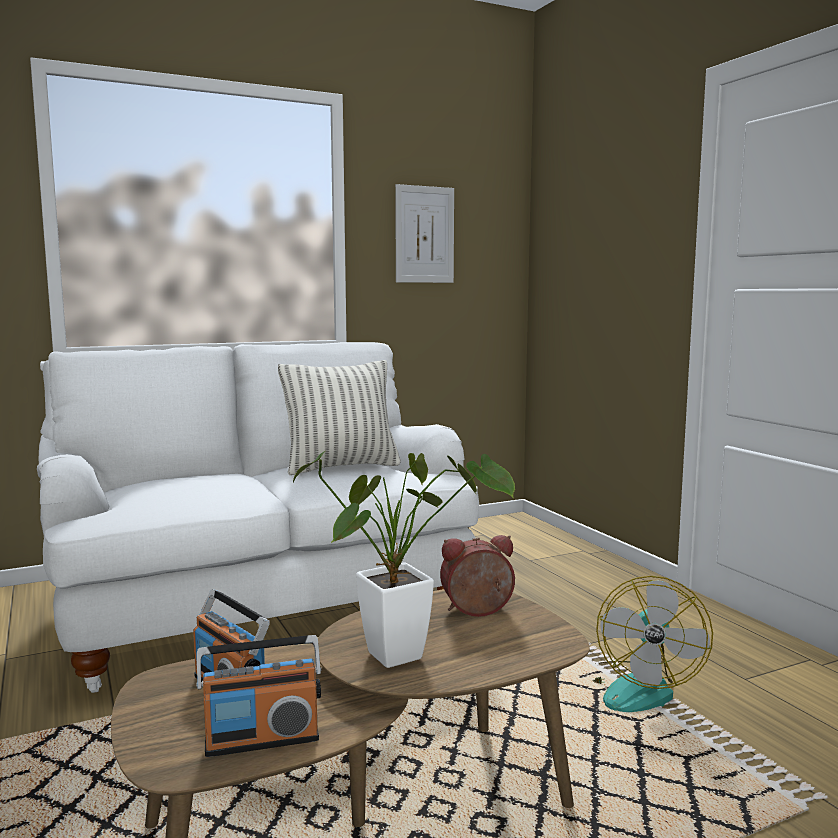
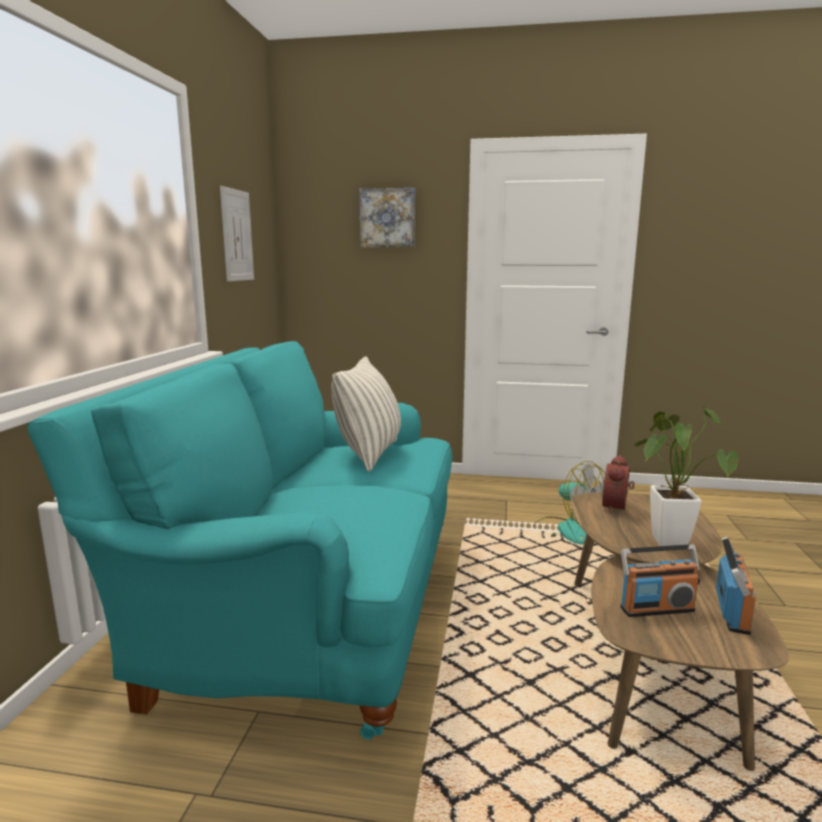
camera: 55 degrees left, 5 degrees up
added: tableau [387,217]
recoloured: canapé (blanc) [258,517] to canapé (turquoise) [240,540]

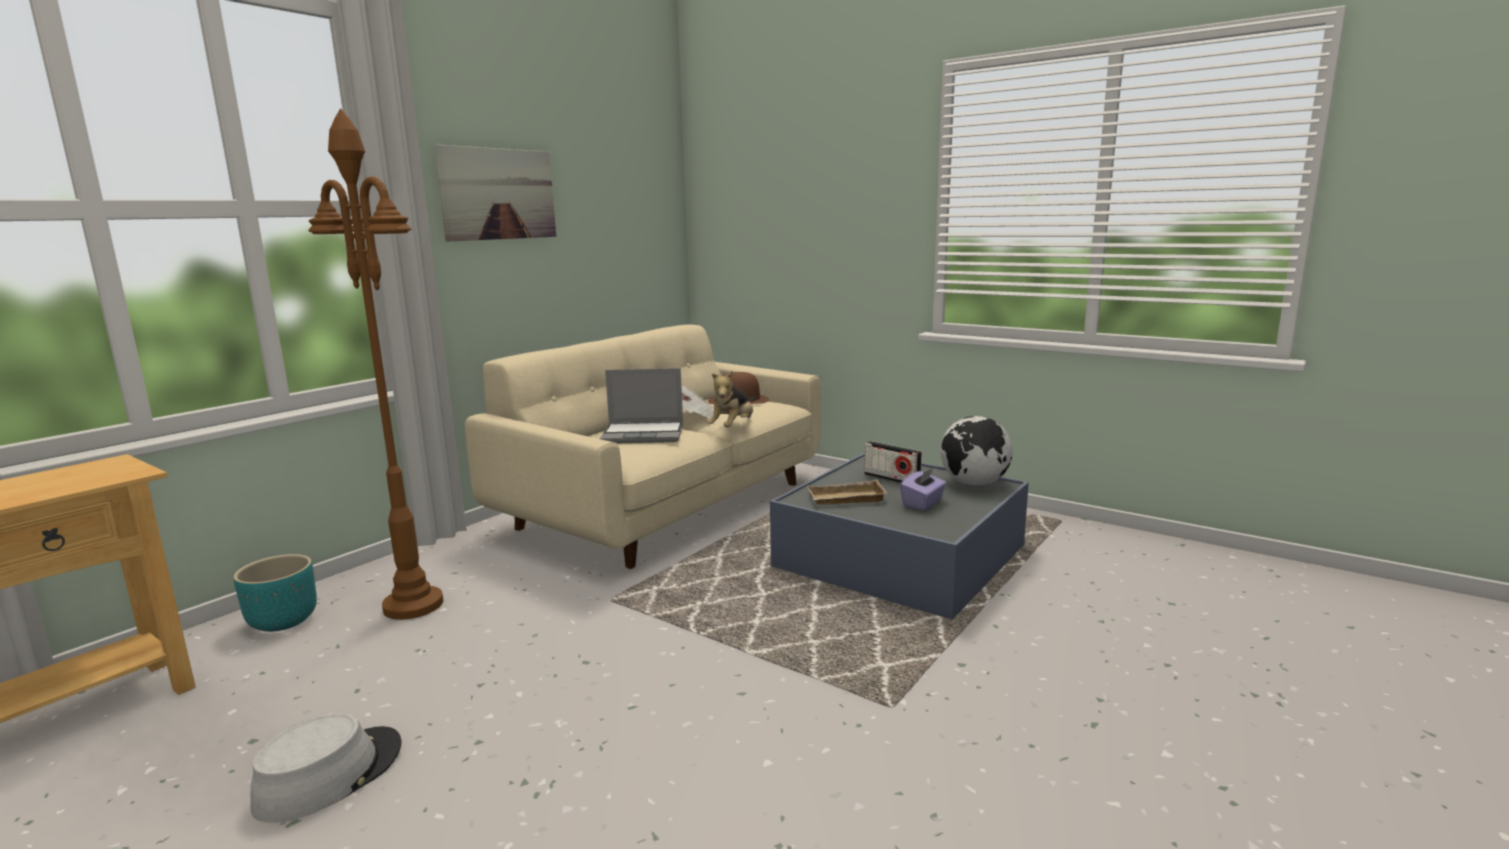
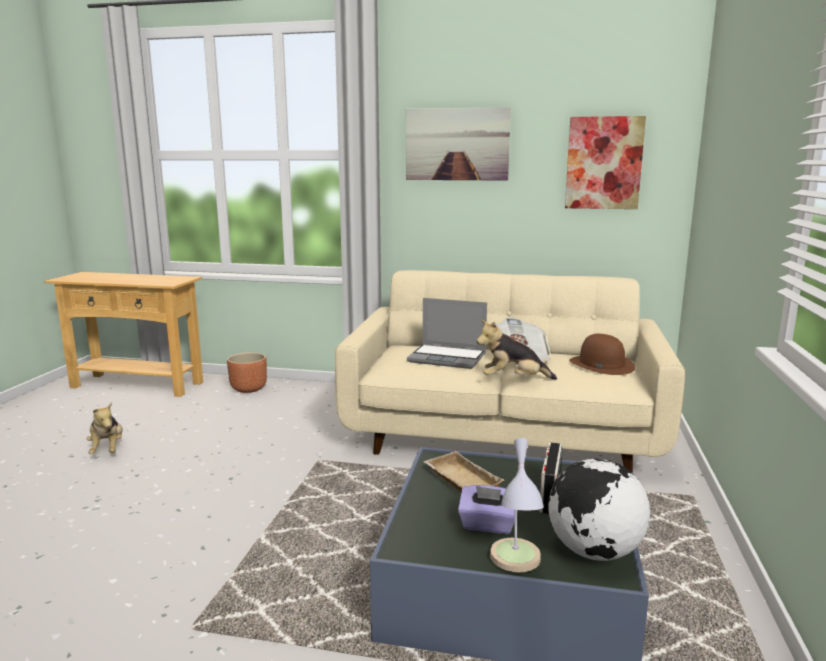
camera: 65 degrees right, 0 degrees up
removed: lampadaire (marron) [375,364]
added: lampe de table [517,505]; tableau [605,162]
replaced: chapeau (gris) [326,768] to peluche [105,428]
recoloured: cache-pot (turquoise) [275,593] to cache-pot (marron) [247,372]
turned: ordinateur portable [641,405] = [447,333] 45 degrees counterclockwise

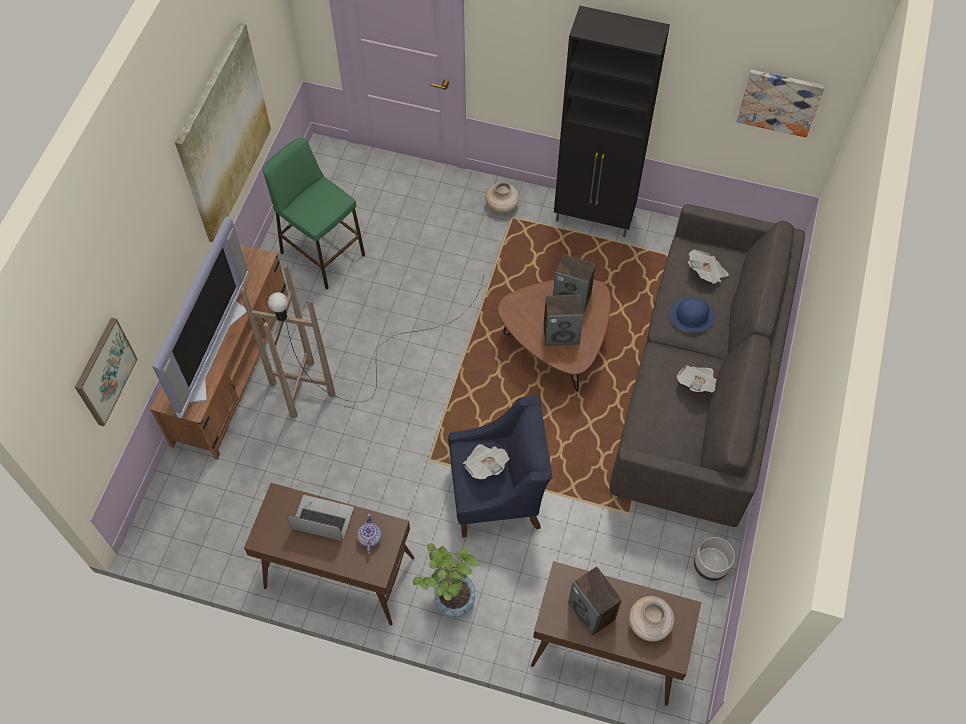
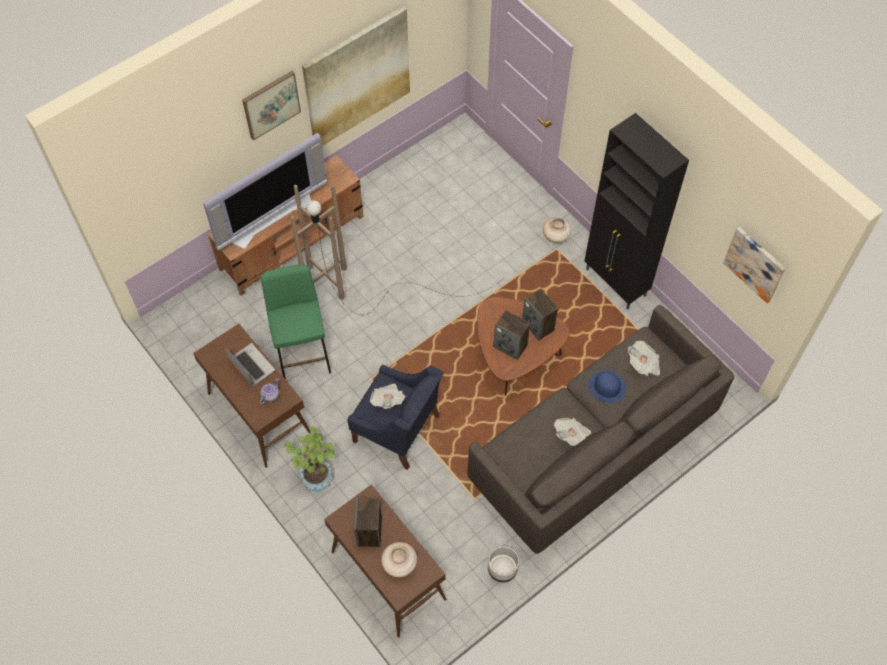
camera: 35 degrees right, 0 degrees up
moved: tableau [106,371] to [271,106]; tabouret (vert) [314,213] to [296,322]

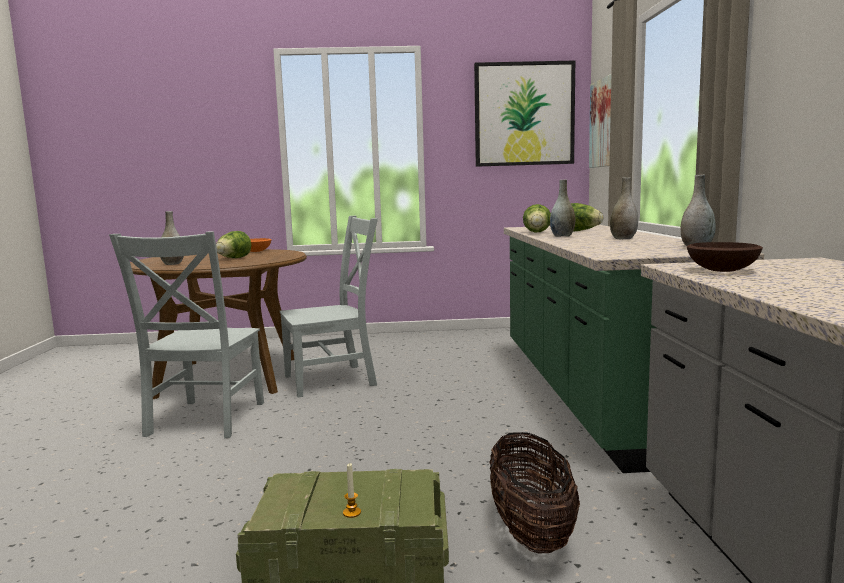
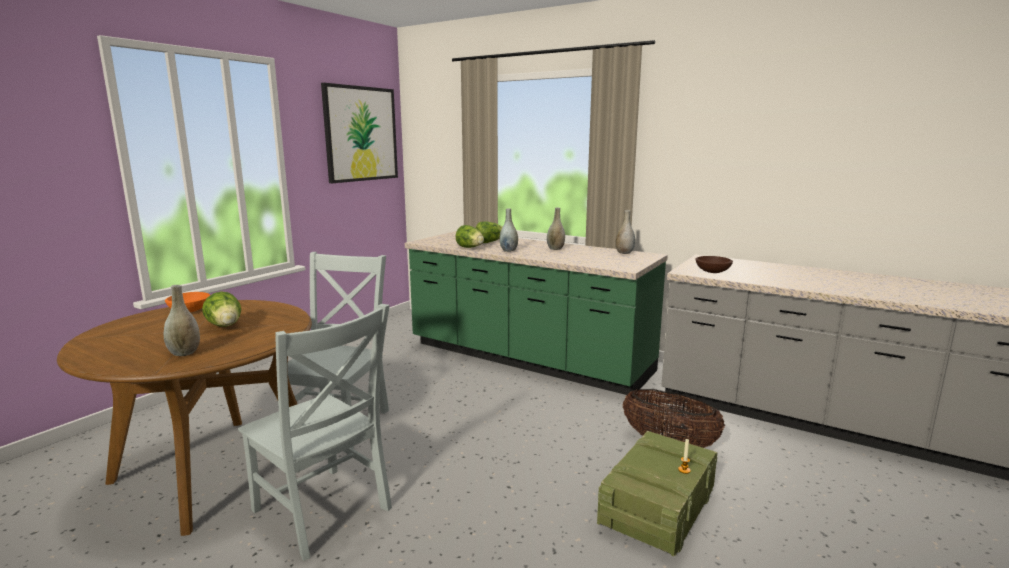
camera: 55 degrees left, 5 degrees up
removed: tableau [600,121]

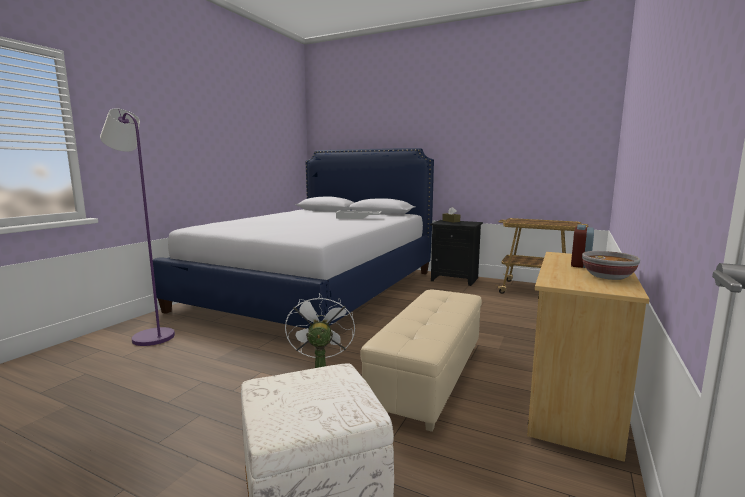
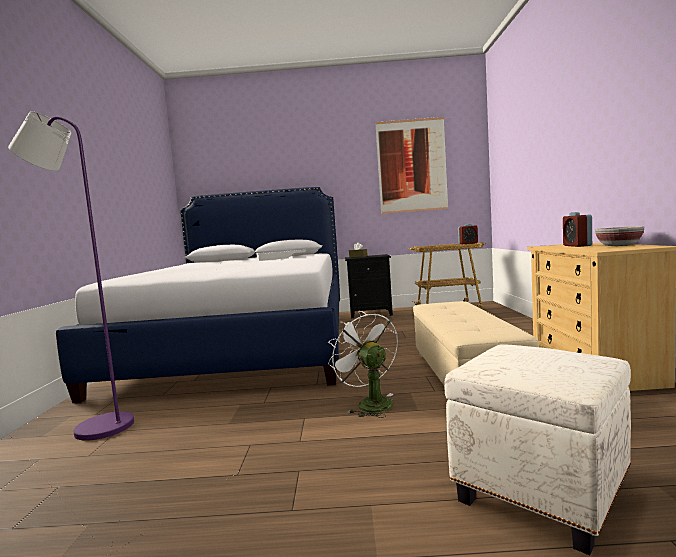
camera: 25 degrees left, 5 degrees down
added: tableau [411,165]; réveil [468,234]

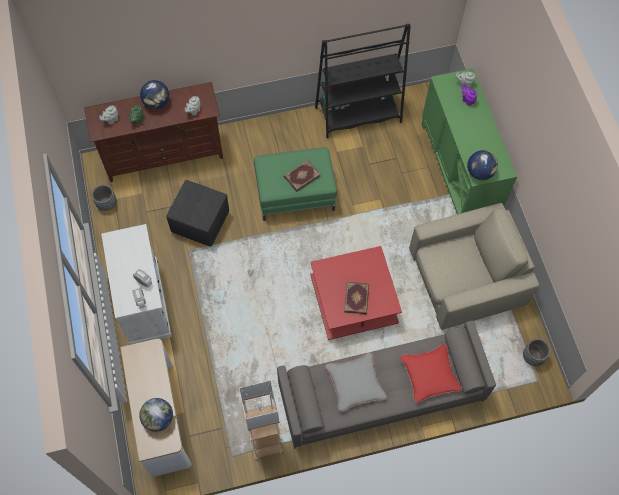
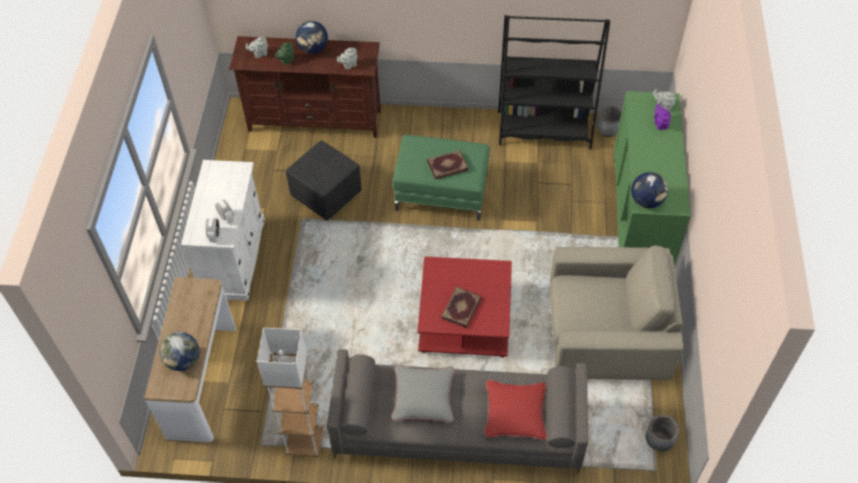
camera: 20 degrees right, 10 degrees down
moved: cache-pot (gris) [104,197] to [609,121]

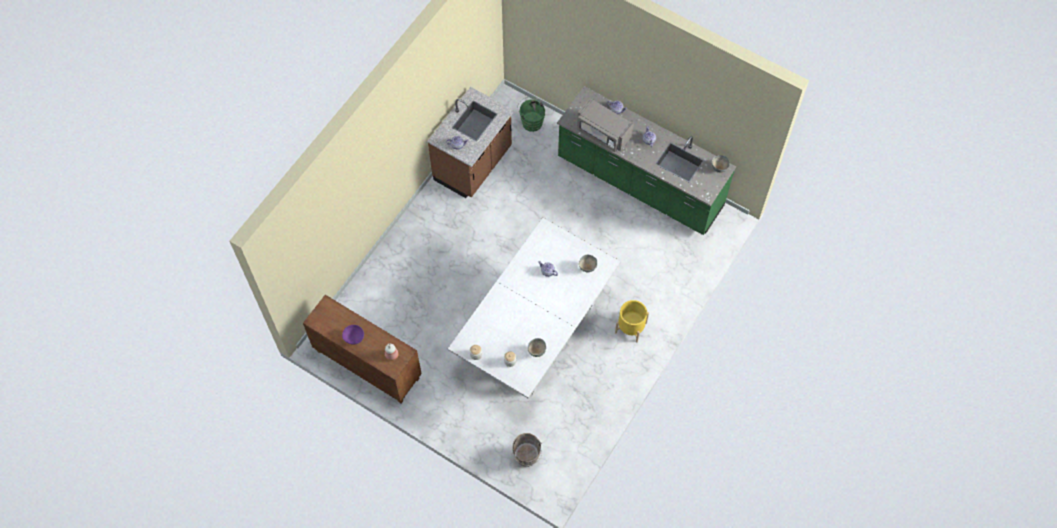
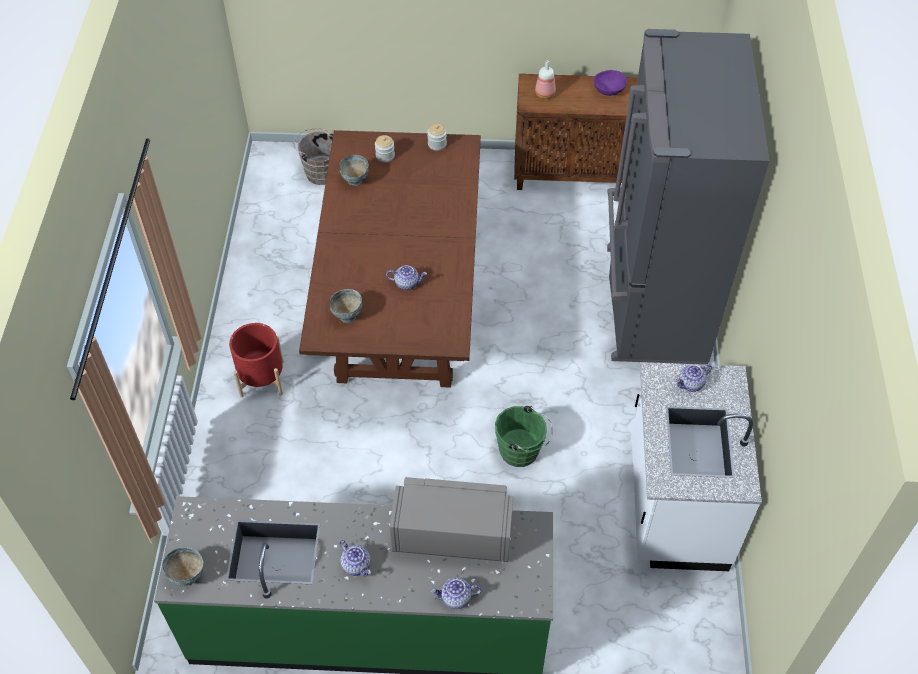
camera: 150 degrees right, 10 degrees down
added: réfrigérateur (gris) [688,197]
moved: seau (vert) [531,114] to [524,436]
recoloured: comptoir de cuisine (marron) [470,142] to comptoir de cuisine (blanc) [697,466]; table à manger (blanc) [534,308] to table à manger (marron) [390,259]; cache-pot (jaune) [632,321] to cache-pot (rouge) [256,360]

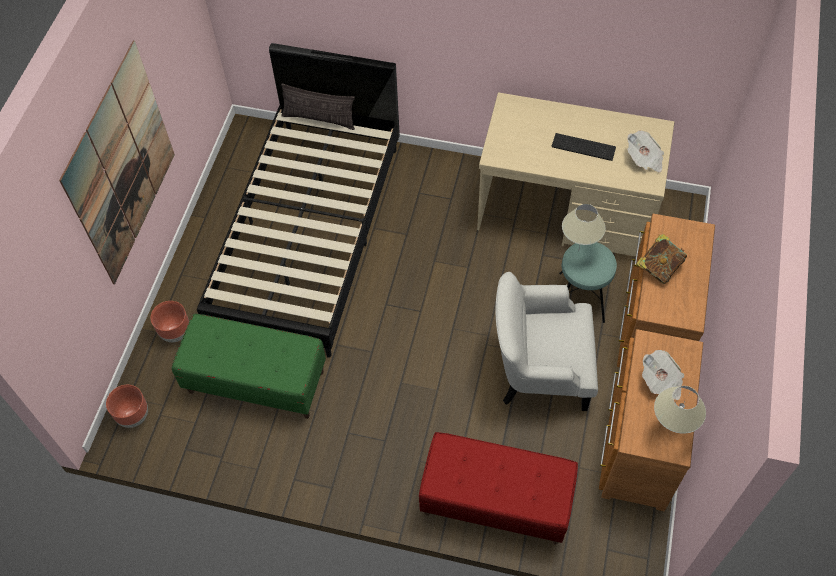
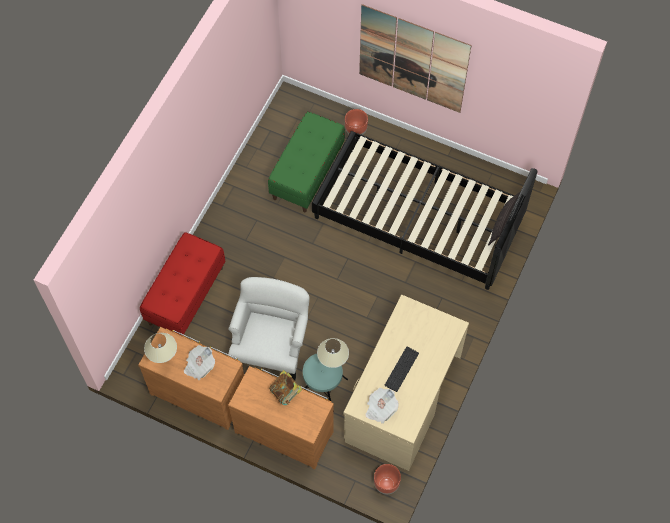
camera: 100 degrees right, 5 degrees up
moved: cache-pot (marron) [127,406] to [387,479]

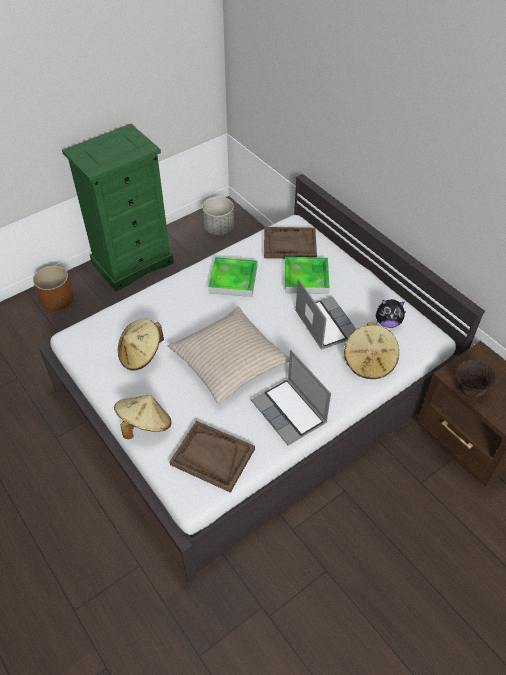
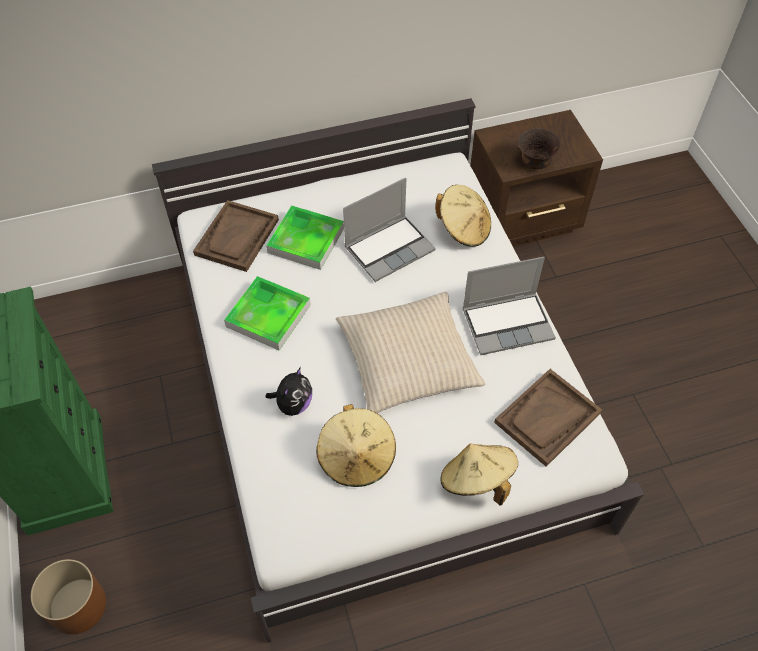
camera: 70 degrees left, 5 degrees up
removed: cache-pot (gris) [218,215]
moved: peluche [391,313] to [288,391]
turned: ordinateur portable [325,314] = [389,230] 150 degrees clockwise

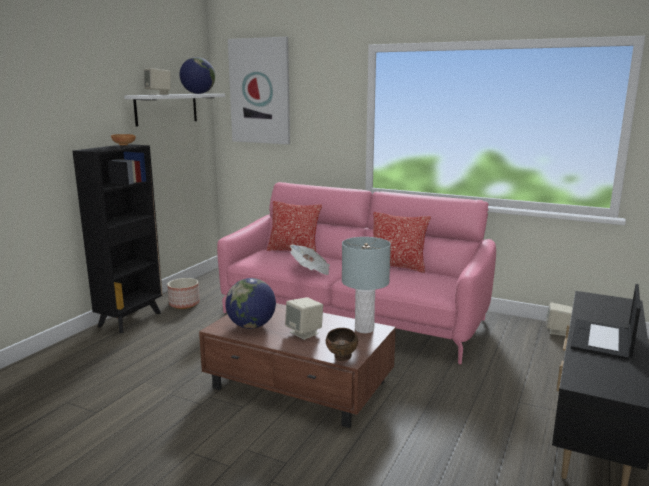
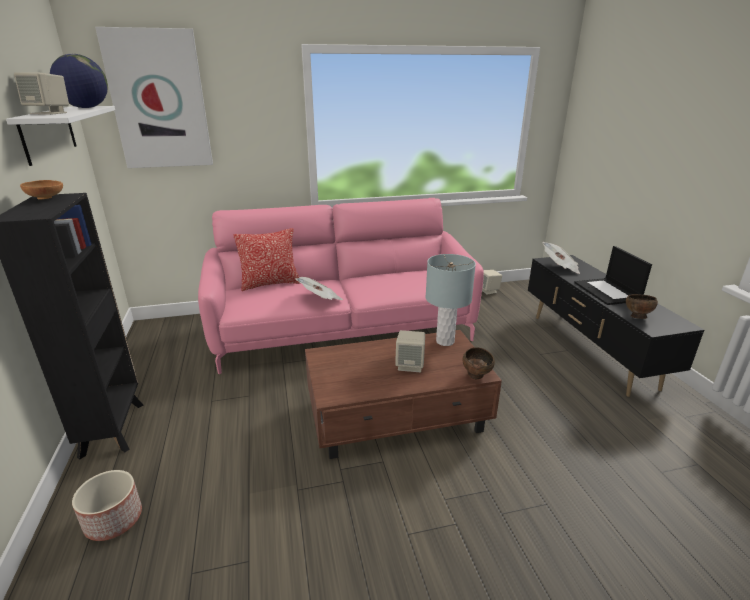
camera: 40 degrees left, 10 degrees up
removed: globe [250,303]; coussin [402,242]
added: journal [561,258]; bol (marron) [642,306]
moved: cache-pot [183,293] to [107,505]

